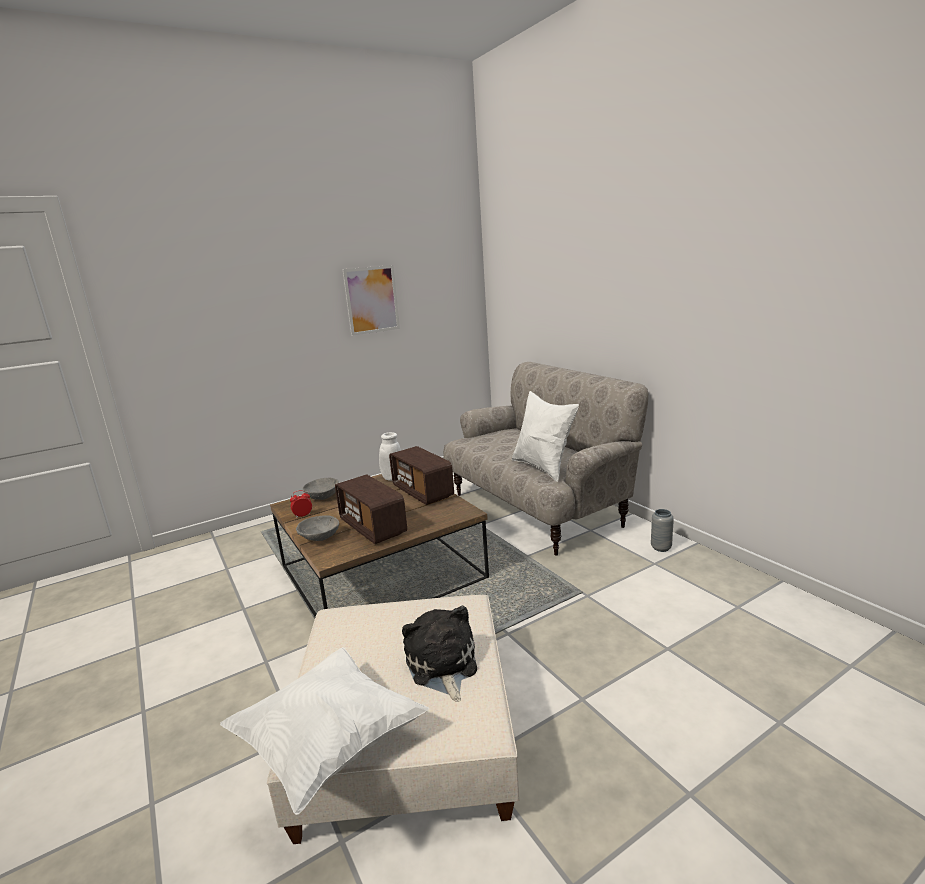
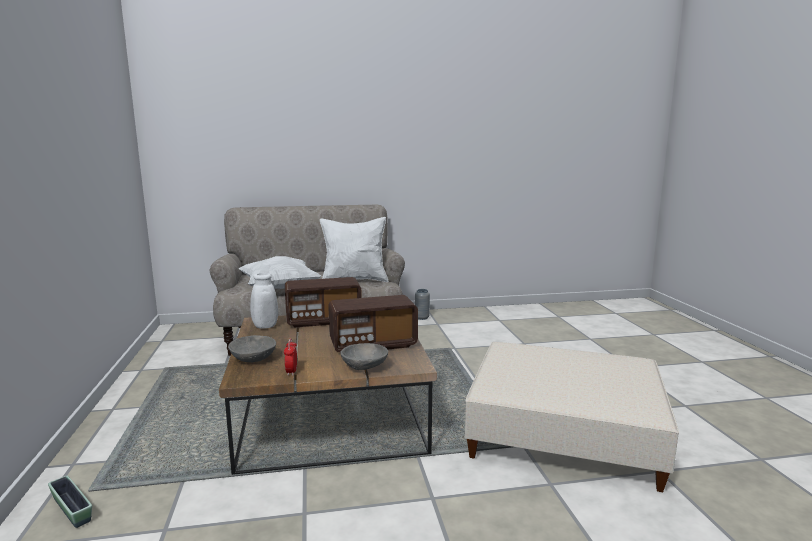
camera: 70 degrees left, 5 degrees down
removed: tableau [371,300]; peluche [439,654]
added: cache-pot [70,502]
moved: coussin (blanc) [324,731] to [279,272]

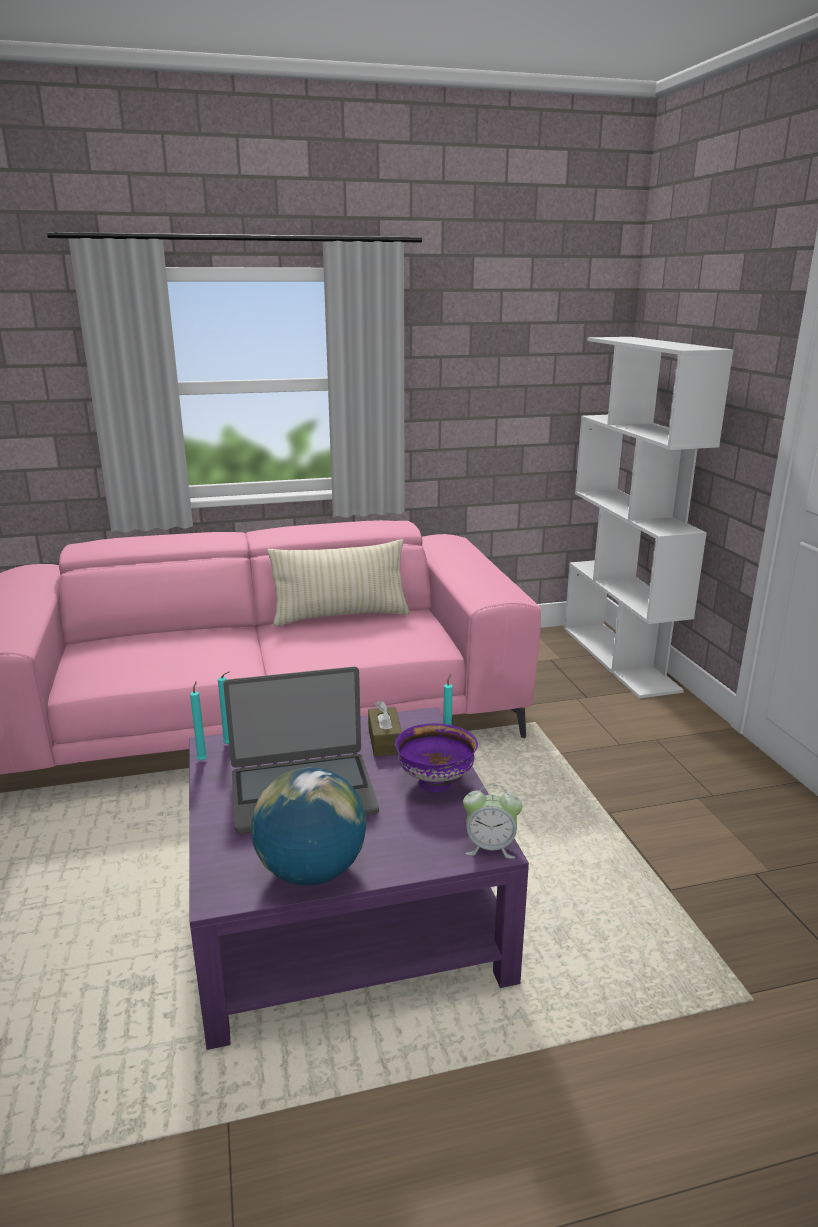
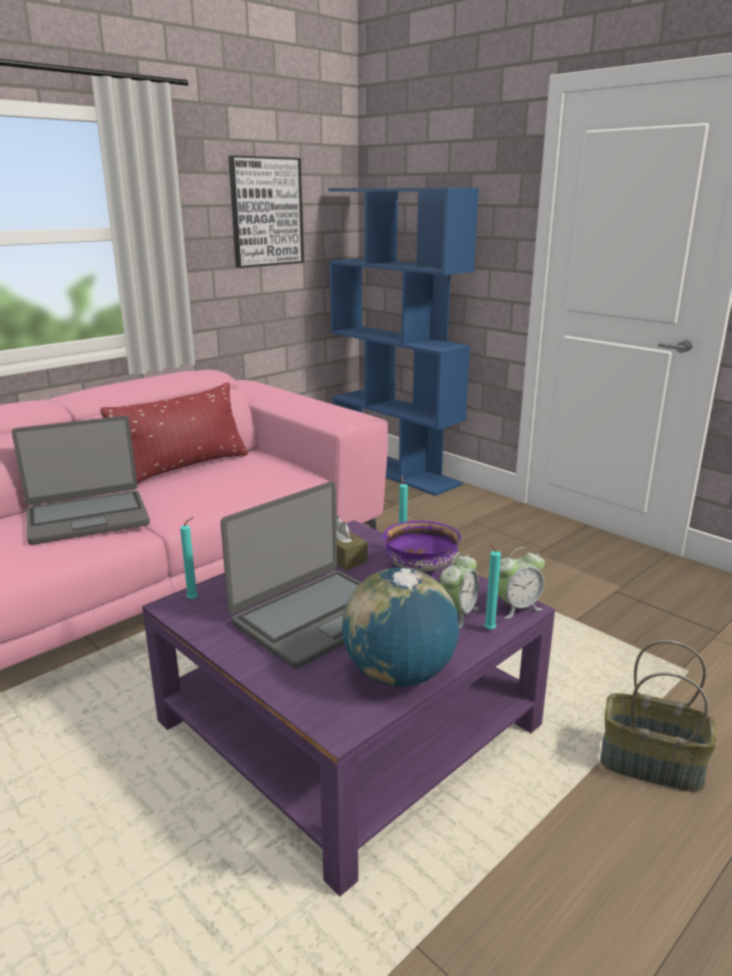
camera: 30 degrees left, 0 degrees up
added: ordinateur portable [81,480]; tableau [266,211]; réveil [459,590]; panier [658,716]
moved: bougie (turquoise) [198,721] to [492,585]
recoloured: coussin (beige) [338,583] to coussin (rouge) [174,433]; bibliothèque (blanc) [648,517] to bibliothèque (bleu) [403,342]

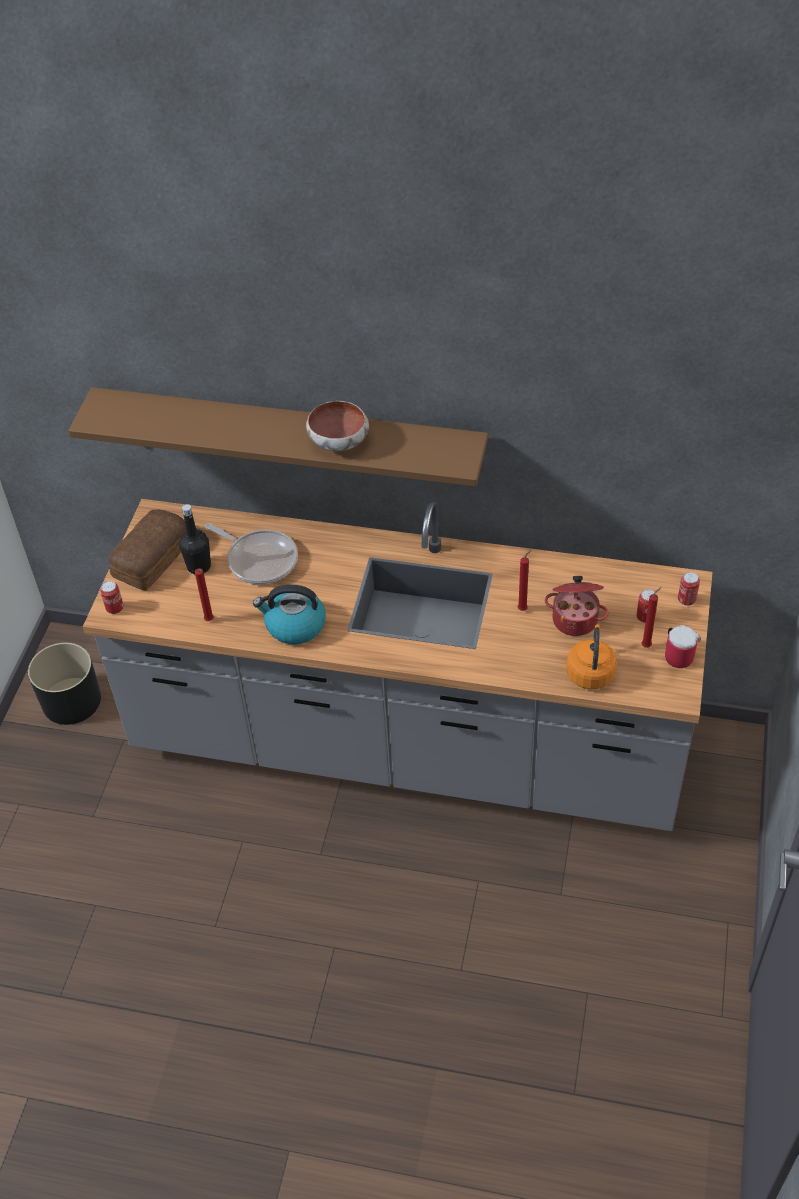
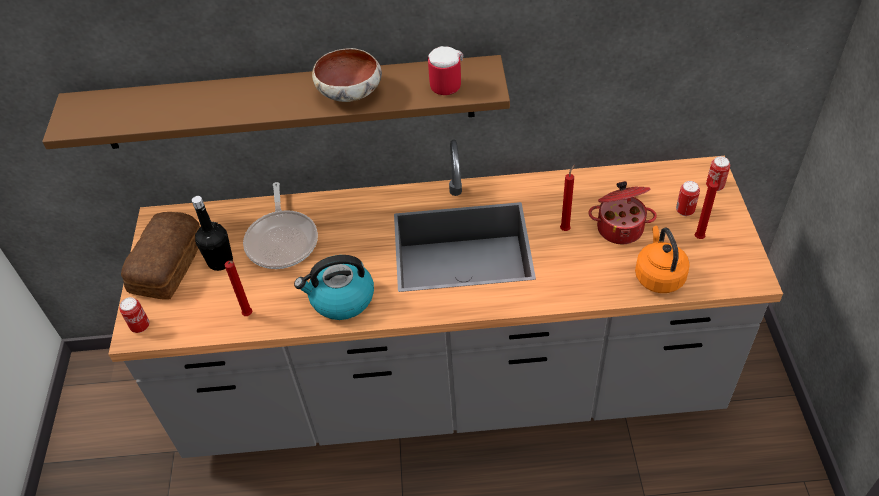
camera: 15 degrees left, 0 degrees up
removed: cache-pot (noir) [64,684]
moved: mug [683,646] to [445,70]
turned: poêle [251,553] = [280,225] 60 degrees clockwise

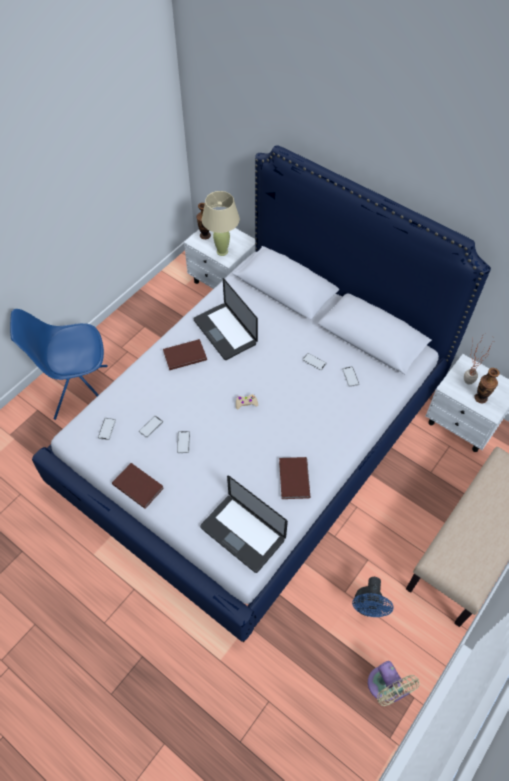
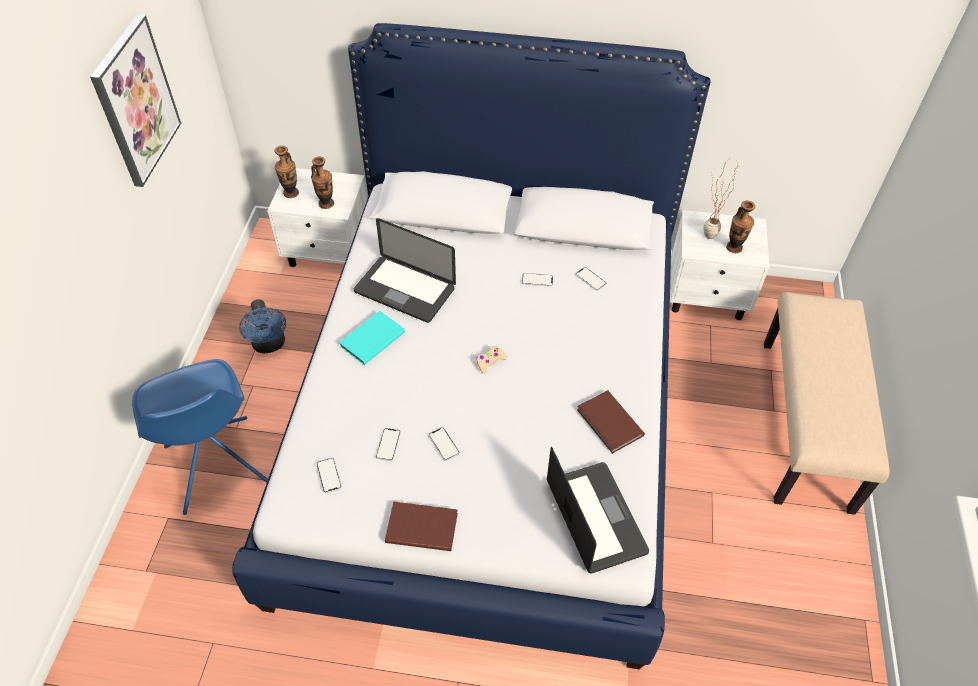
camera: 30 degrees left, 5 degrees down
removed: ventilateur (beige) [394,683]
added: tableau [135,100]
moved: ventilateur (bleu) [373,597] to [262,326]
replaced: lampe de table (beige) [221,223] to vase [322,182]
recoloured: livre (marron) [185,354] to livre (turquoise) [372,338]
turned: chaise (bleu) [59,364] = [200,437] 75 degrees counterclockwise; ordinateur portable [244,524] = [598,510] 120 degrees counterclockwise

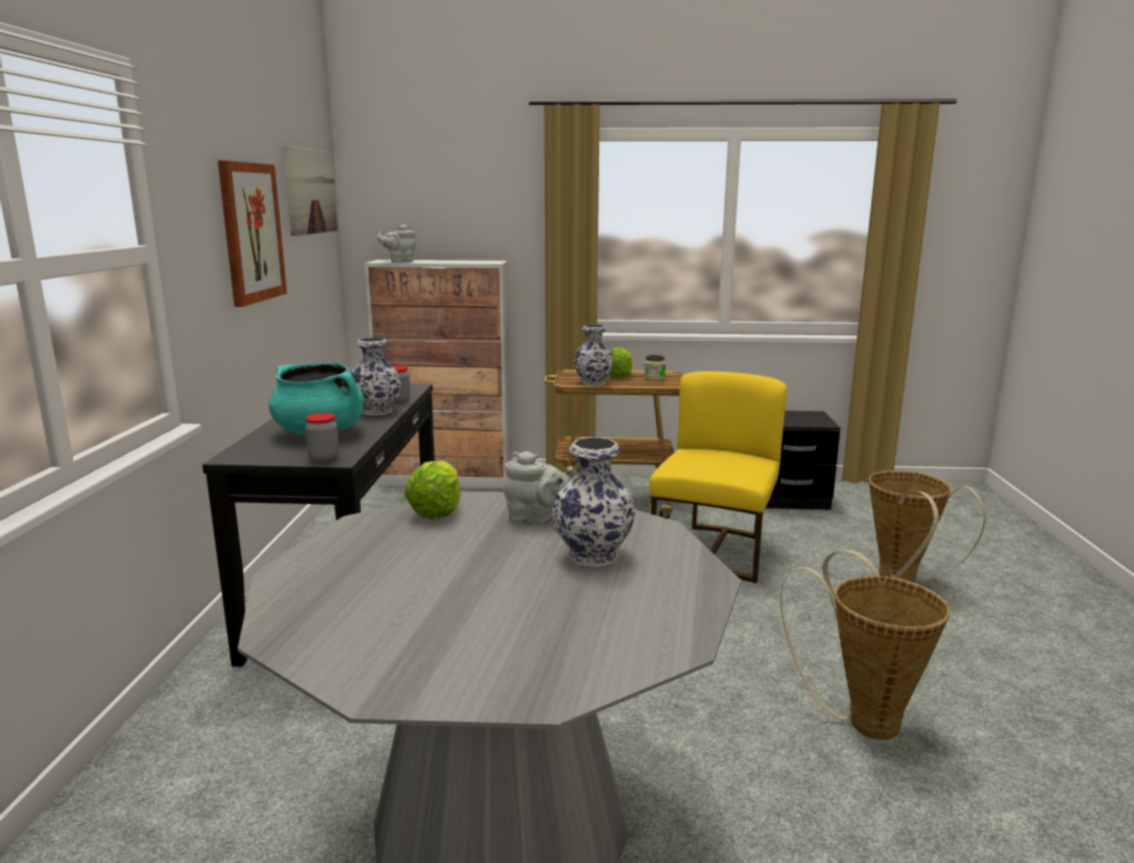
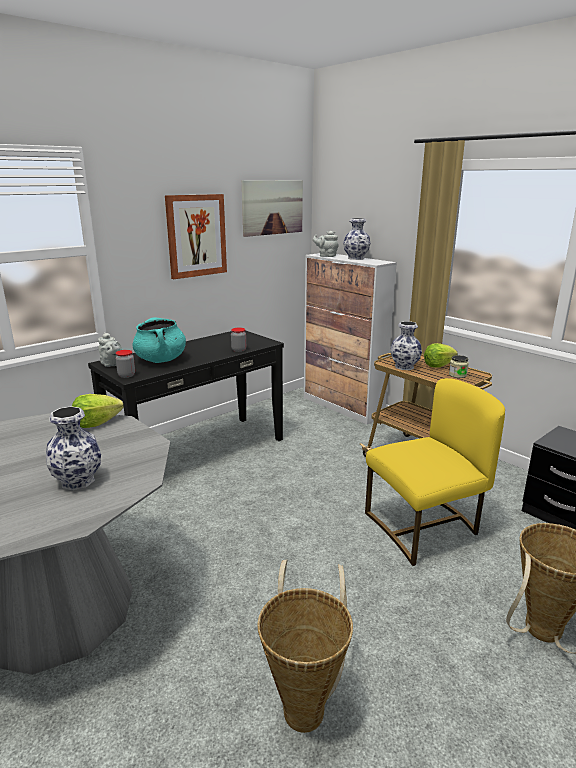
camera: 45 degrees right, 5 degrees up
moved: vase [376,376] to [356,239]; théière (gris) [540,487] to [110,349]

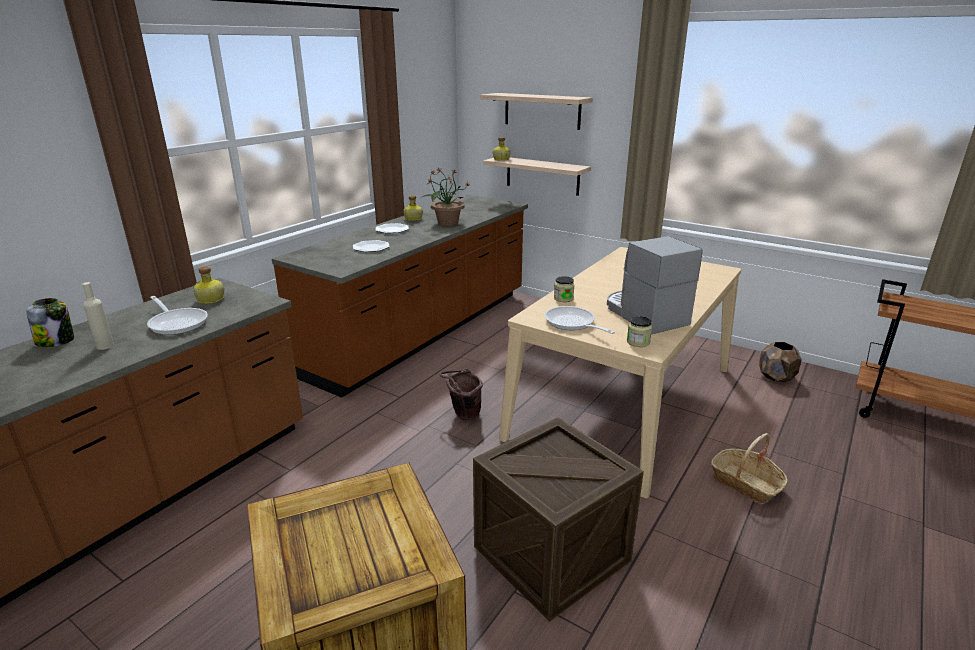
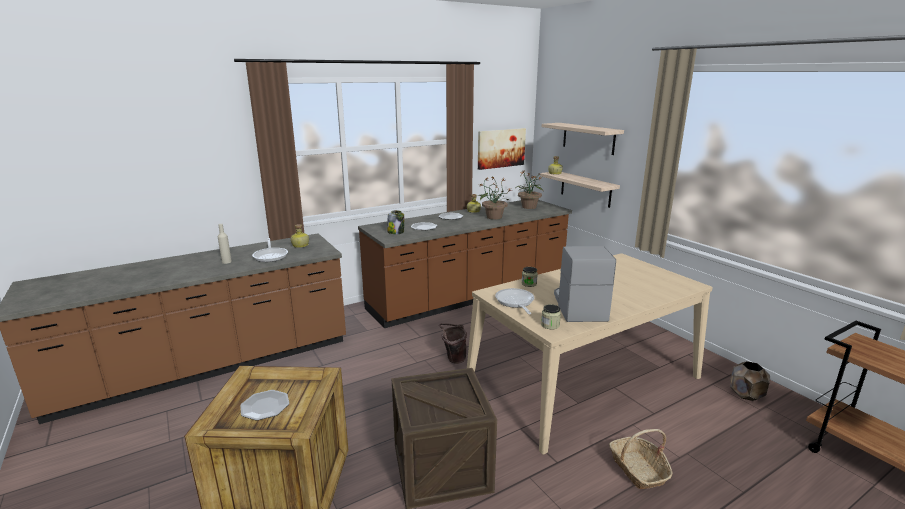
camera: 25 degrees right, 5 degrees down
added: assiette [265,405]; tableau [502,149]; plante en pot [530,189]
moved: bocal [50,322] to [395,222]

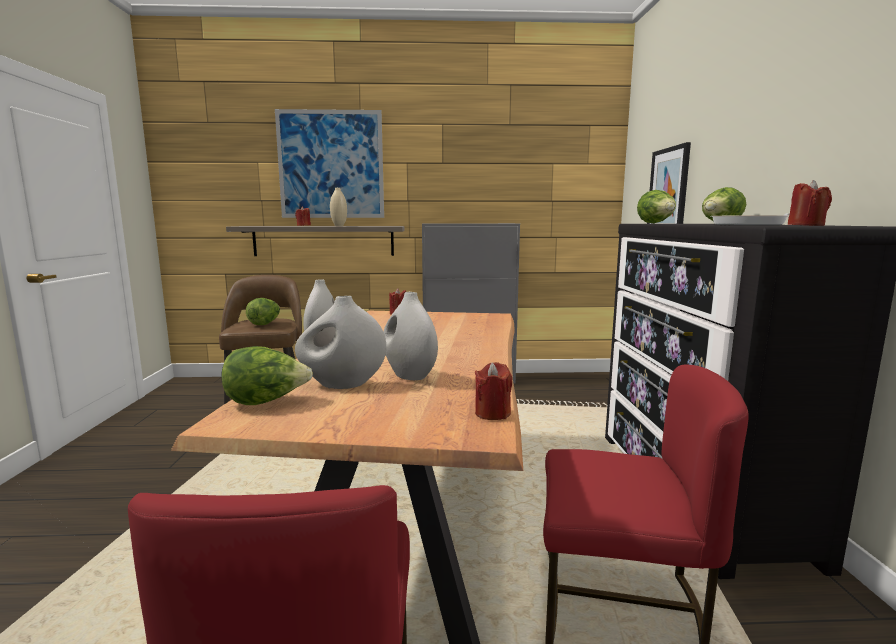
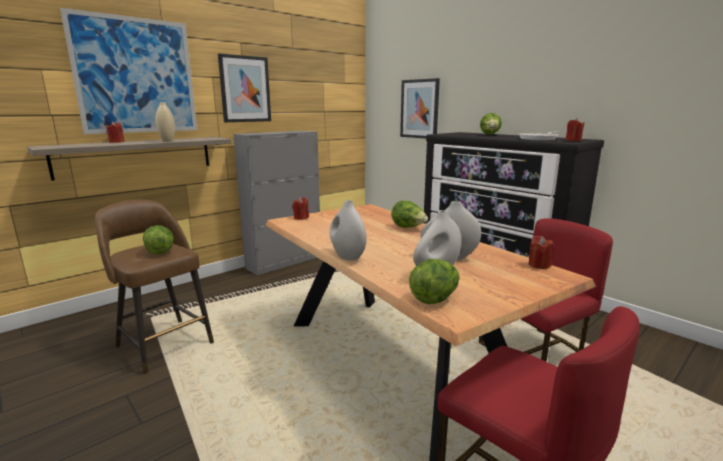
camera: 40 degrees left, 5 degrees up
added: tableau [244,87]
moved: laitue [656,206] to [409,214]

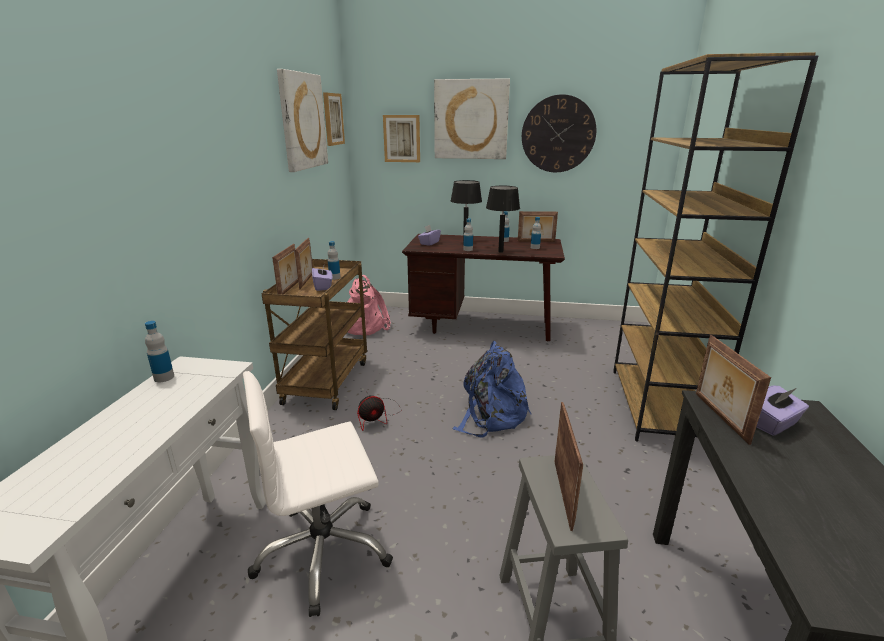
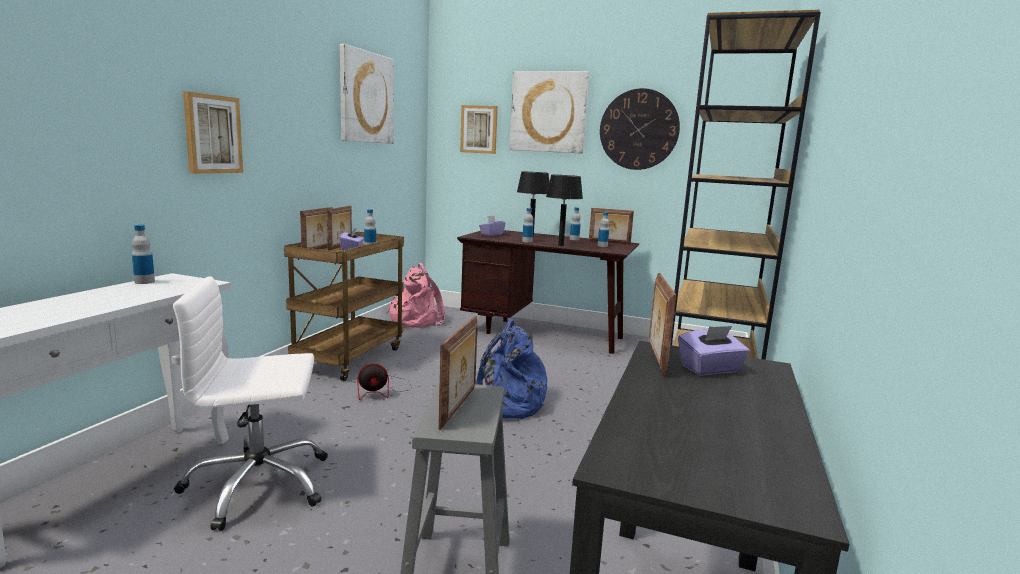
camera: 10 degrees right, 10 degrees down
moved: tableau [334,119] to [213,132]

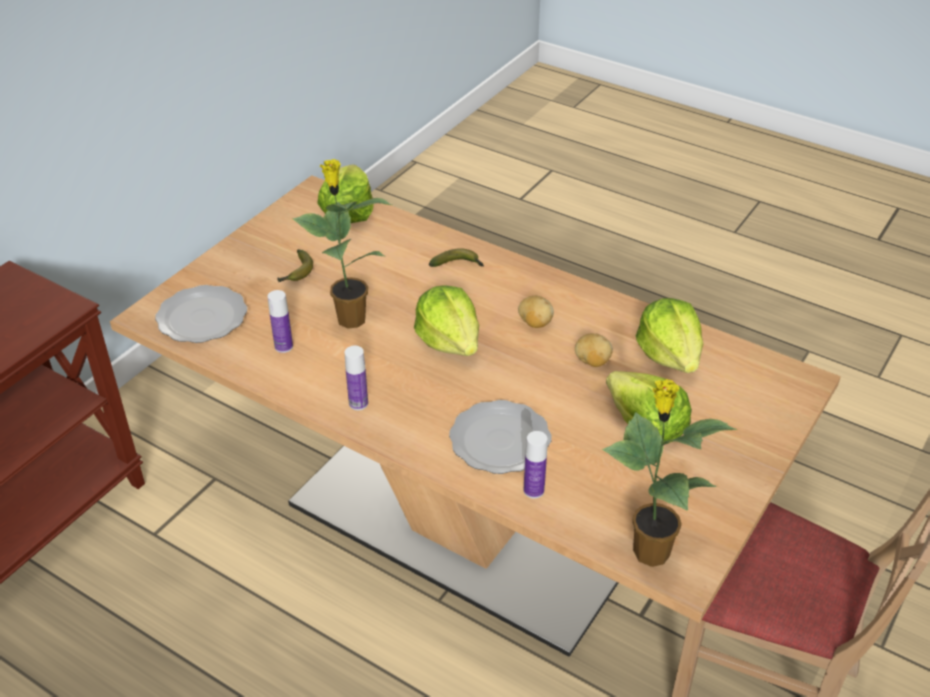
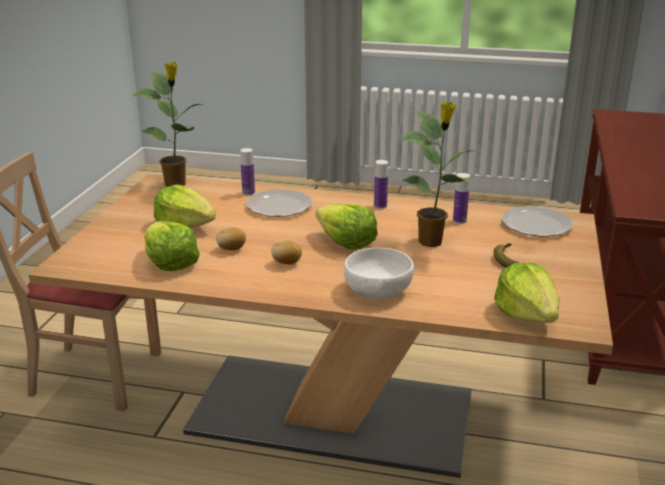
camera: 160 degrees right, 15 degrees down
replaced: banane [456,258] to bol (blanc) [379,273]

